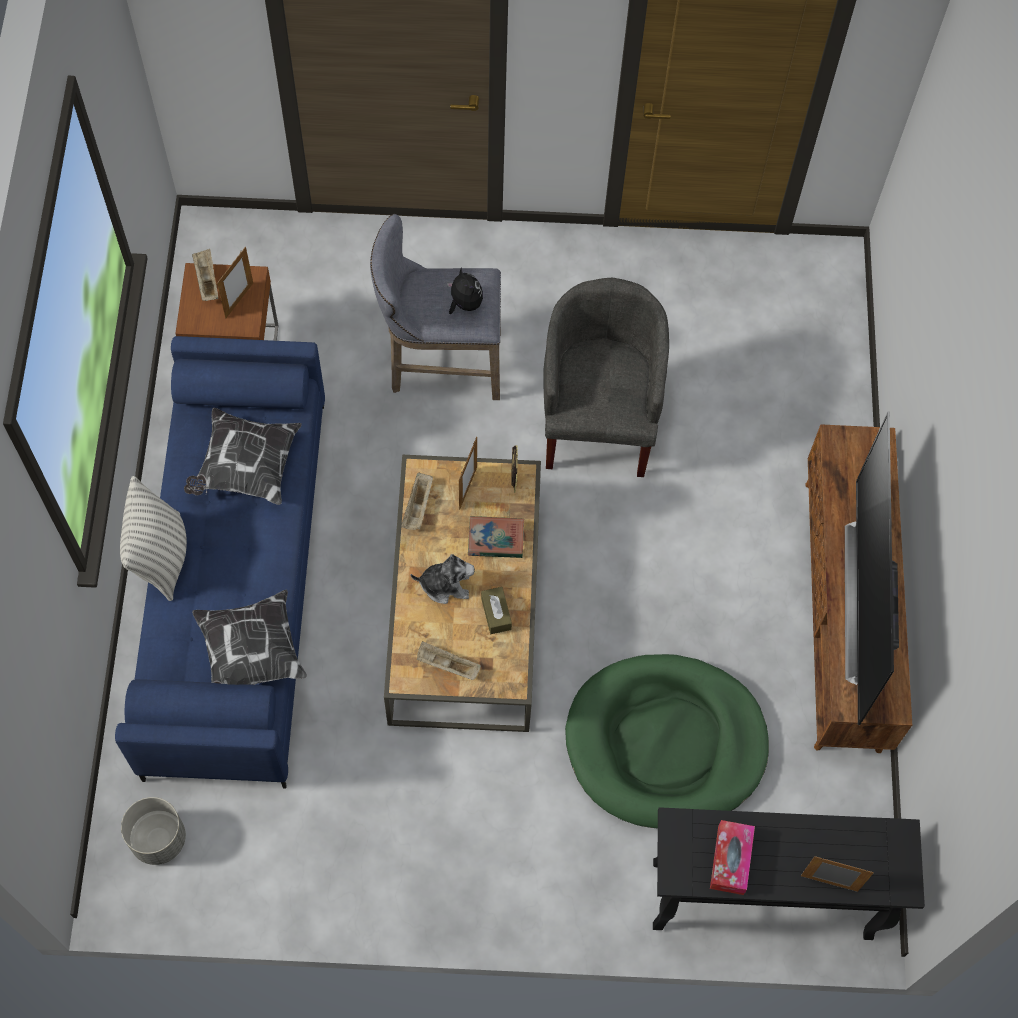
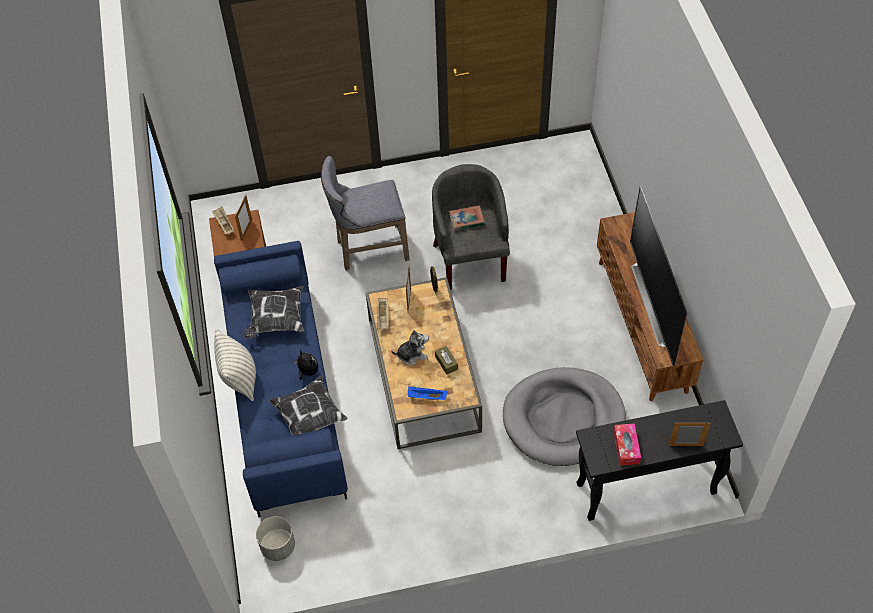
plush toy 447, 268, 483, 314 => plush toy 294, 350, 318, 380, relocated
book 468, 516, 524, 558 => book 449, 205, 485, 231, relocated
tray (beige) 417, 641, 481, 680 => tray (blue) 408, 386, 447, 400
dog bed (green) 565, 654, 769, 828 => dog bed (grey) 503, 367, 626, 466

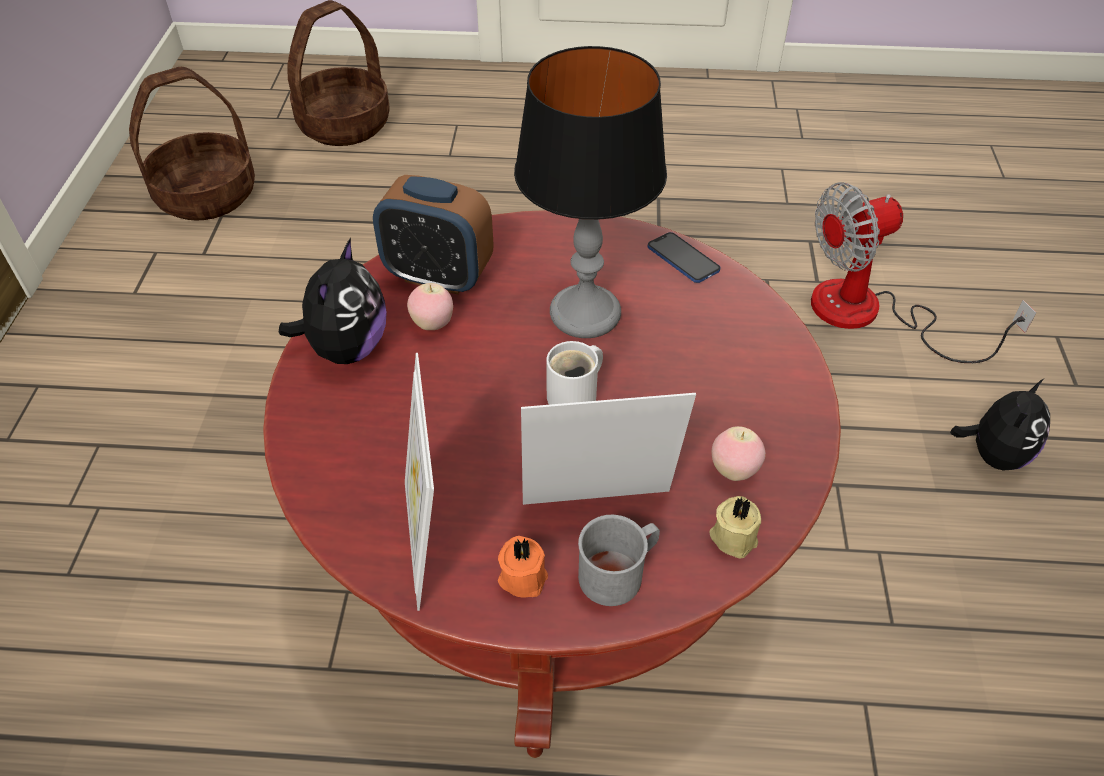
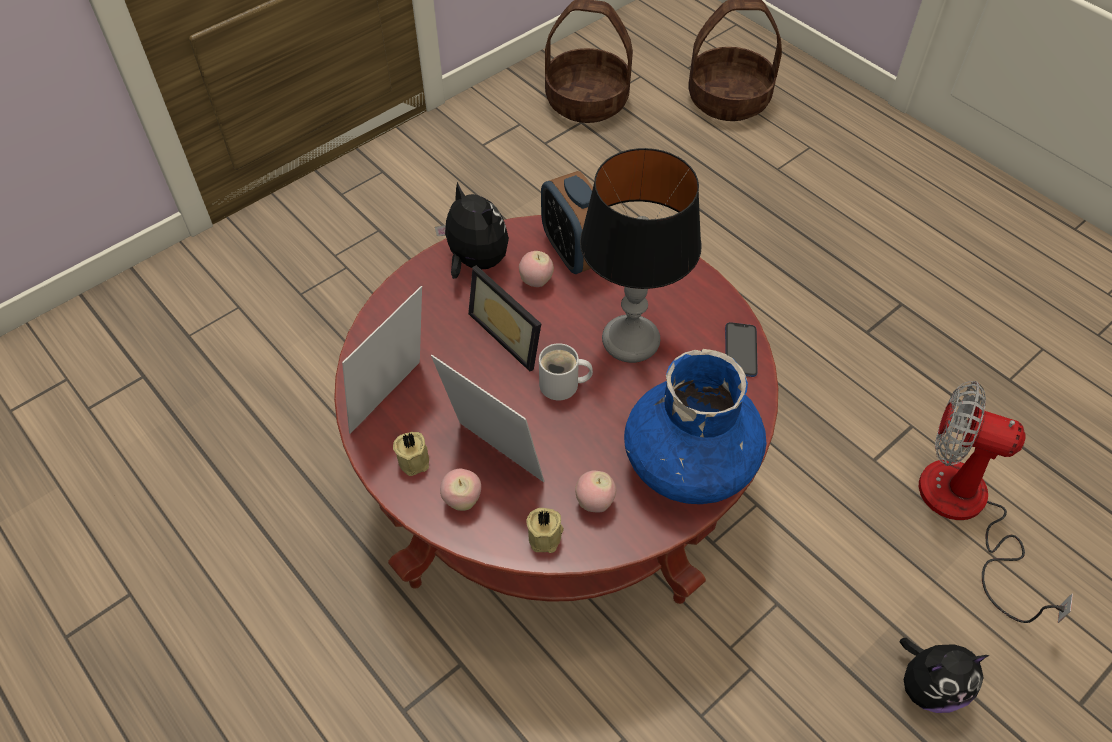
plush toy 279, 238, 387, 364 => plush toy 435, 182, 509, 279, 105 degrees counterclockwise
mug (grey) 578, 515, 660, 606 => apple 440, 469, 481, 511
candle (orange) 498, 536, 548, 598 => candle (beige) 393, 432, 429, 476
nothing => picture frame 468, 265, 541, 372
nothing => vase (blue) 624, 349, 767, 504

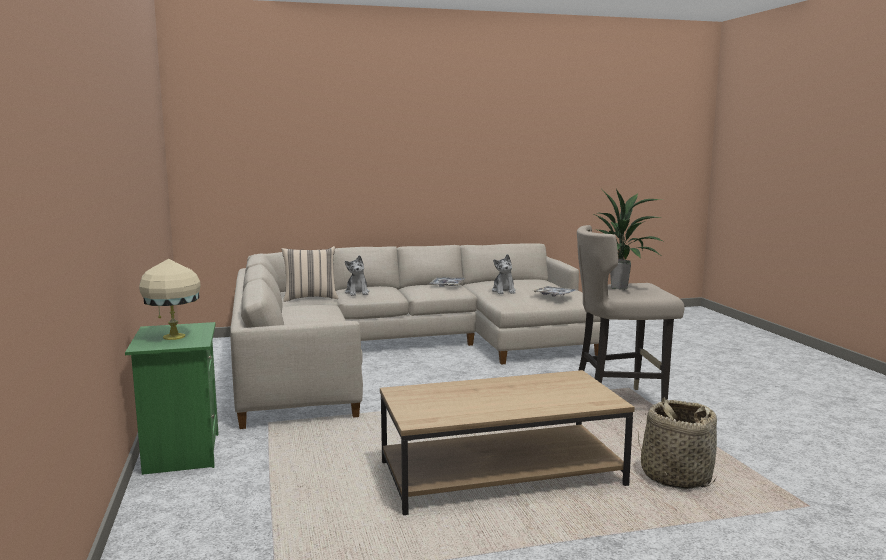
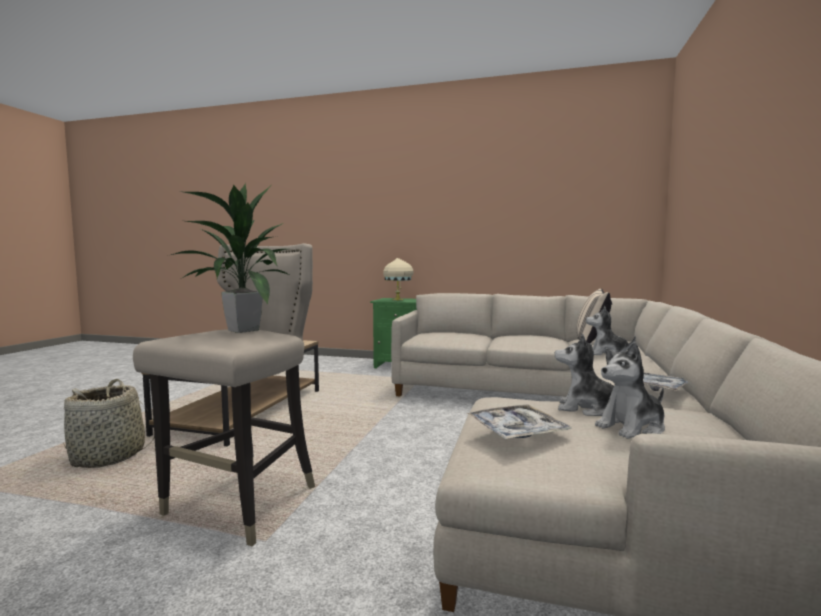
nothing => plush toy 595, 342, 665, 439

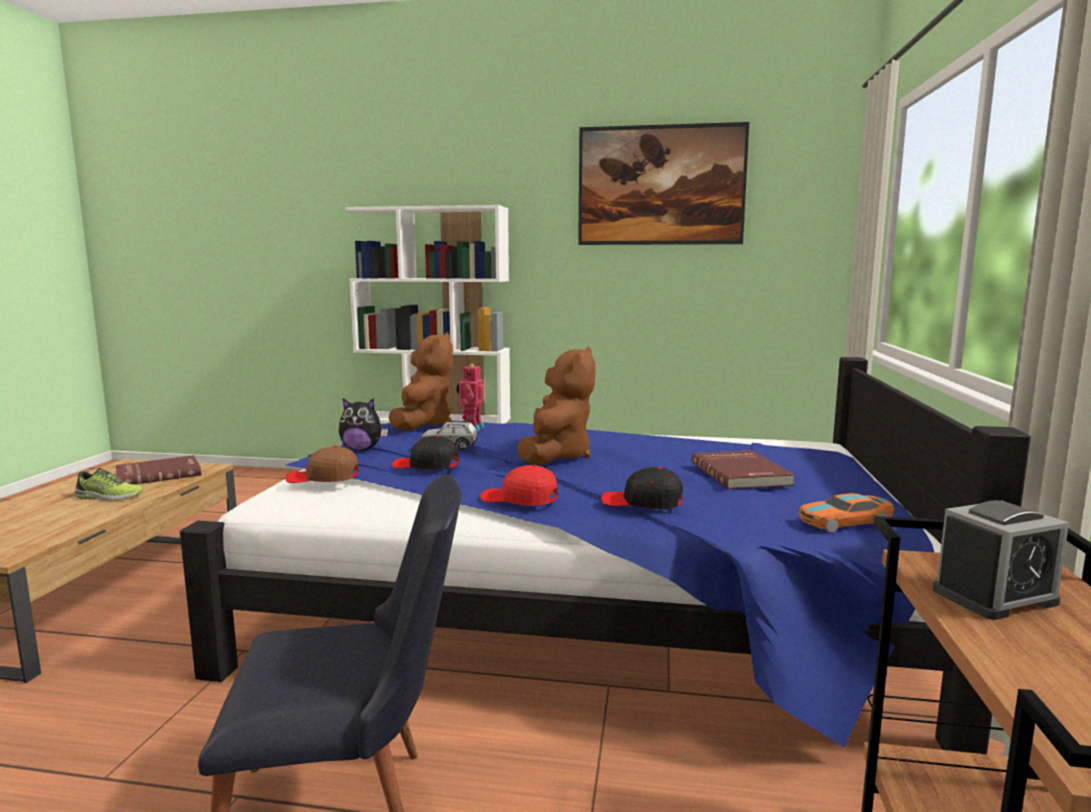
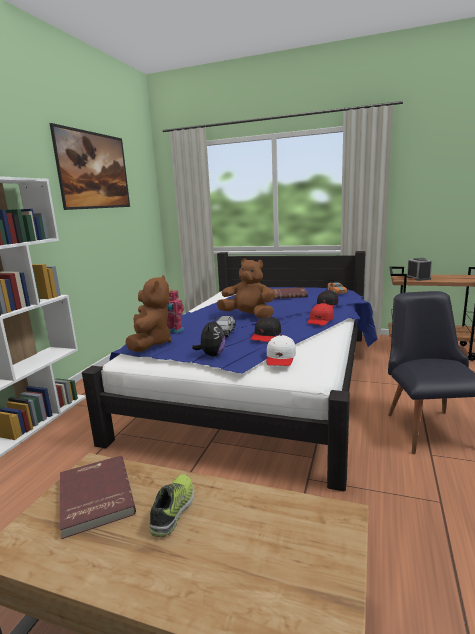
plush toy (brown) 389, 332, 453, 431 => plush toy (brown) 125, 275, 172, 352, 75 degrees clockwise
cap (brown) 286, 446, 359, 483 => cap (white) 267, 335, 296, 366

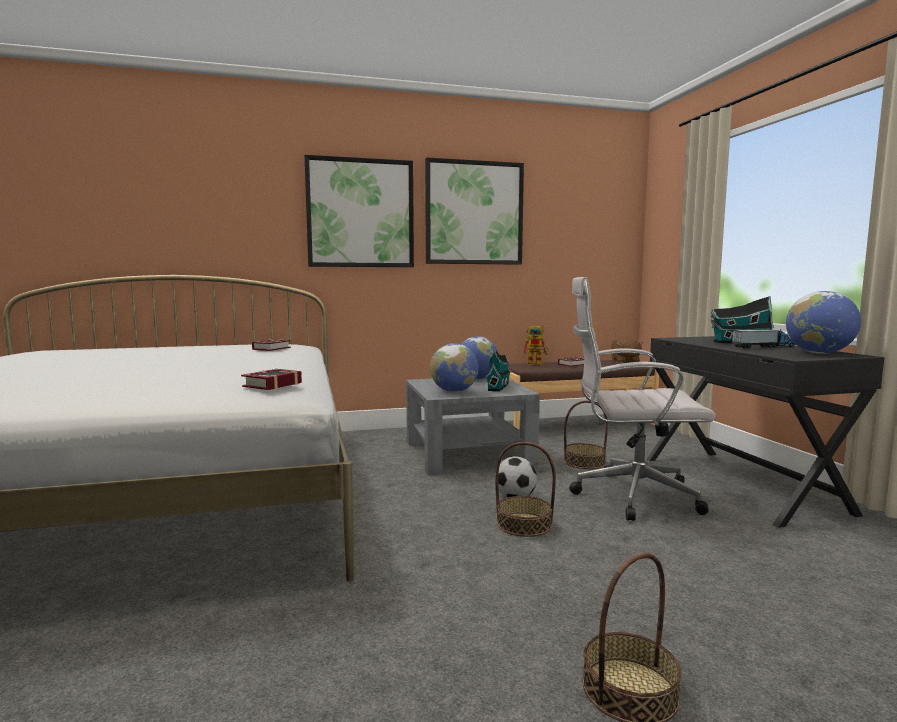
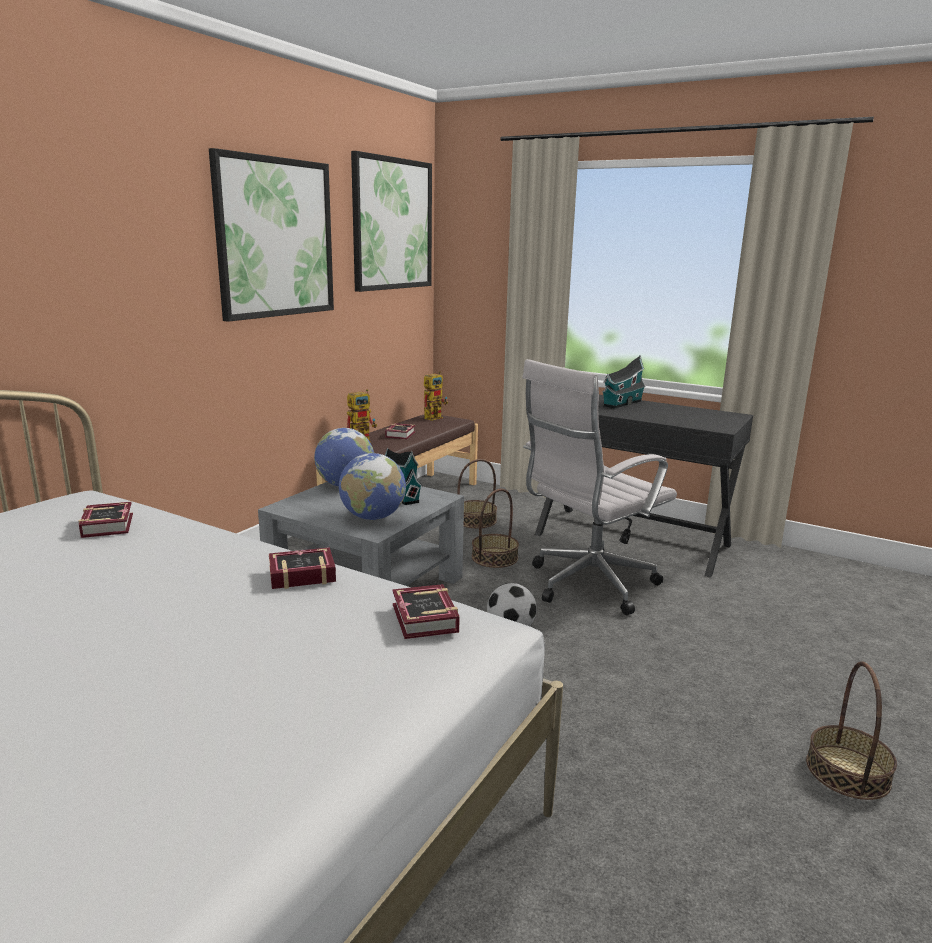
picture 304, 155, 414, 267 => picture 351, 151, 432, 292, relocated
globe 786, 291, 861, 354 => nothing
toy truck 732, 328, 796, 348 => nothing
plush toy (brown) 611, 337, 644, 363 => toy robot 424, 371, 448, 421
basket 495, 442, 556, 537 => basket 457, 459, 497, 528, relocated
nothing => book 269, 547, 336, 589

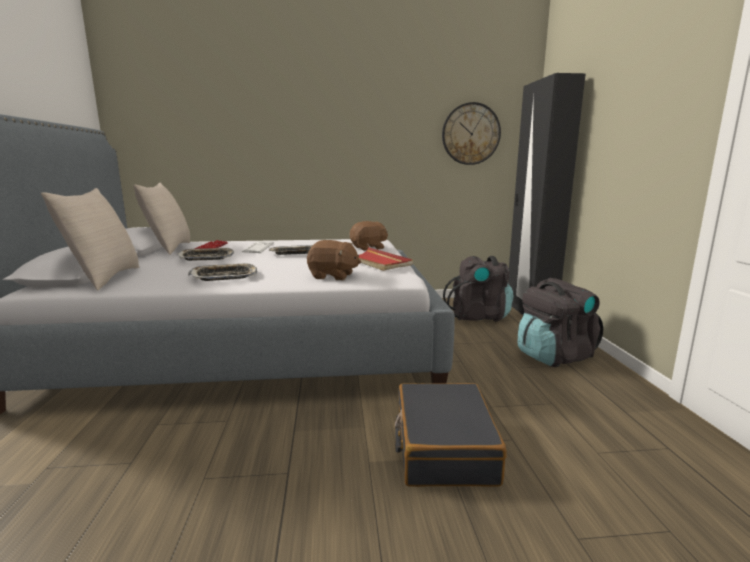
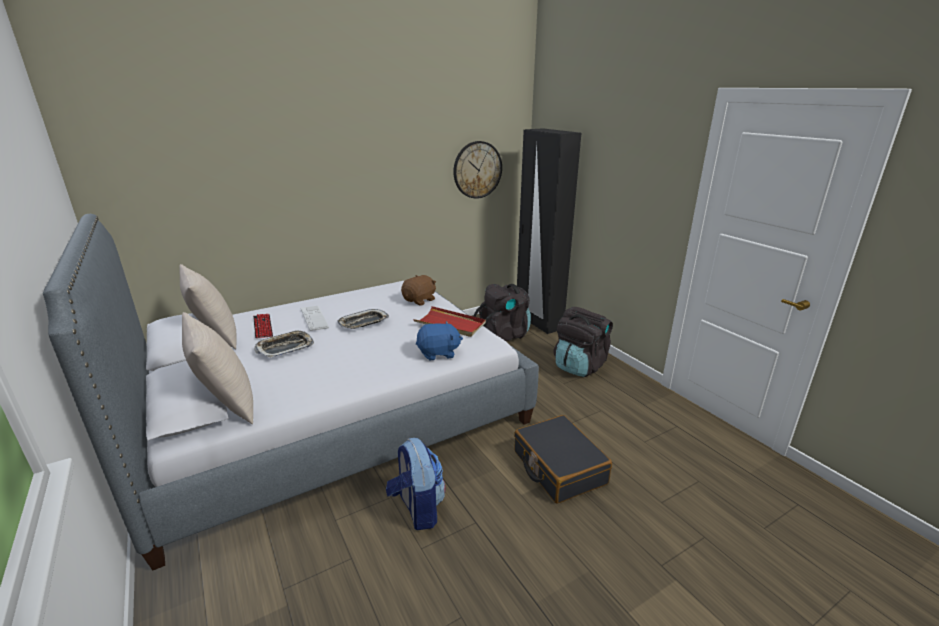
plush toy (brown) 307, 240, 361, 280 => plush toy (blue) 416, 321, 463, 361
tray 188, 263, 257, 281 => nothing
nothing => backpack 386, 438, 445, 530

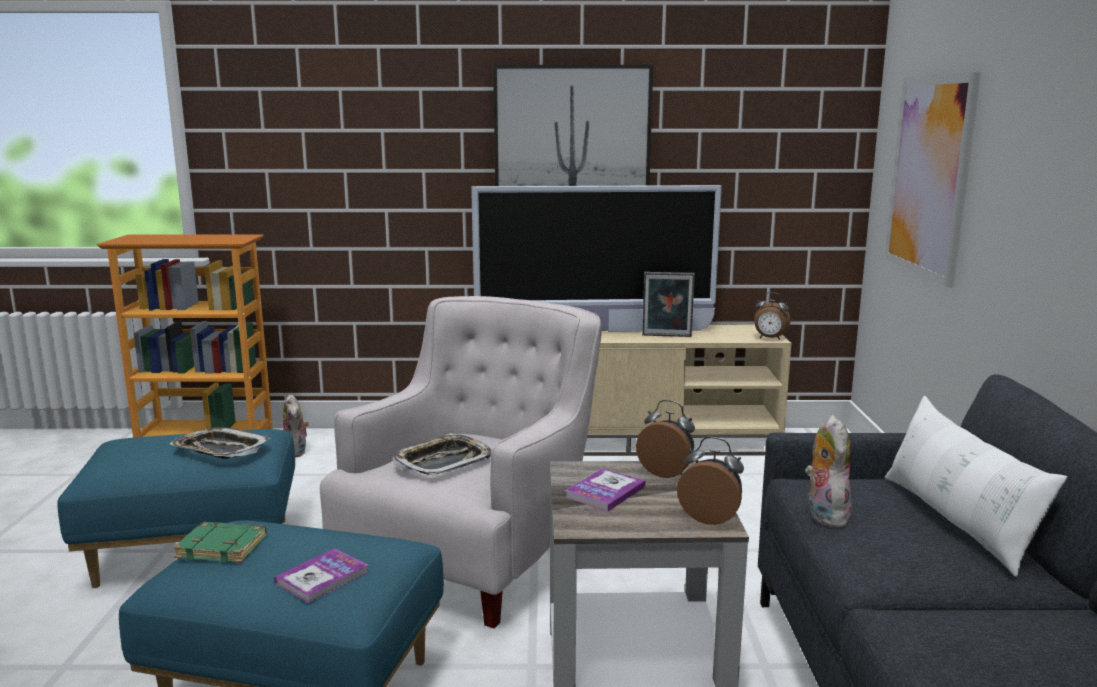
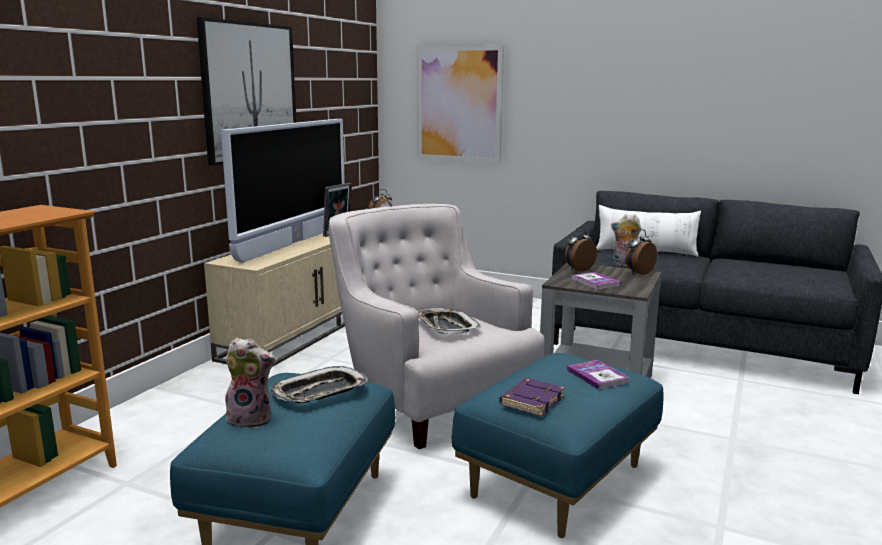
plush toy 283, 394, 309, 457 => plush toy 225, 338, 275, 428, relocated
book (green) 173, 522, 267, 563 => book (purple) 500, 378, 565, 416

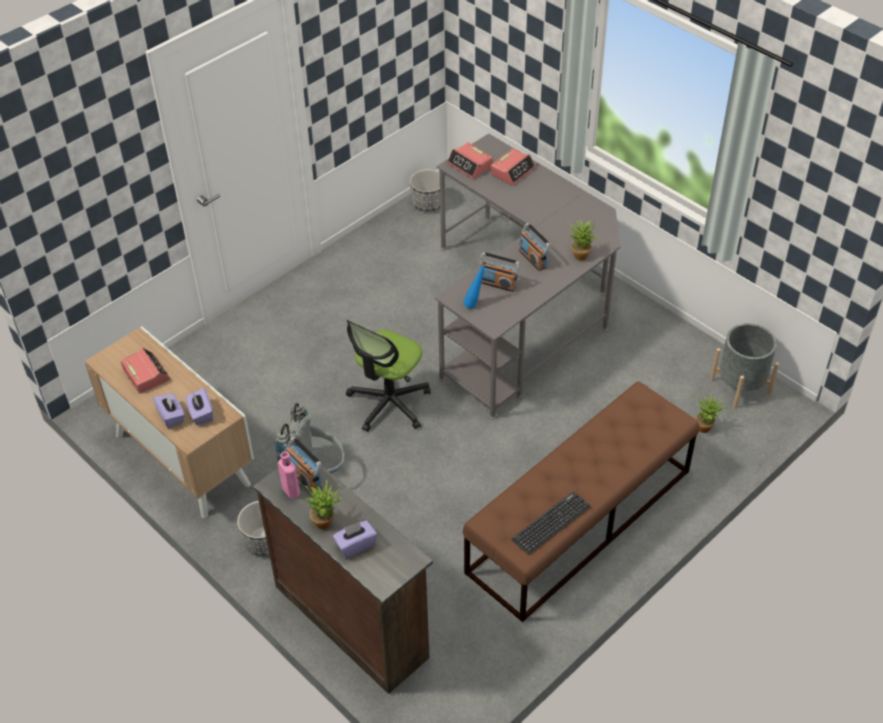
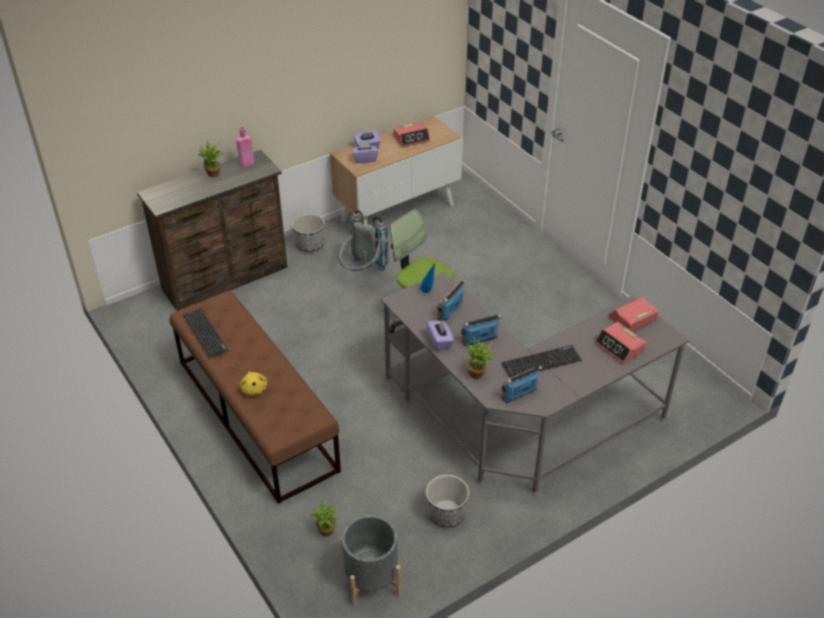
planter 410, 169, 446, 212 => planter 426, 475, 469, 528, relocated
radio 287, 436, 322, 493 => radio 501, 366, 542, 403, relocated
tissue box (purple) 333, 521, 377, 558 => tissue box (purple) 426, 320, 454, 351, relocated
nothing => keyboard 501, 345, 582, 378
nothing => plush toy (yellow) 239, 371, 267, 396

